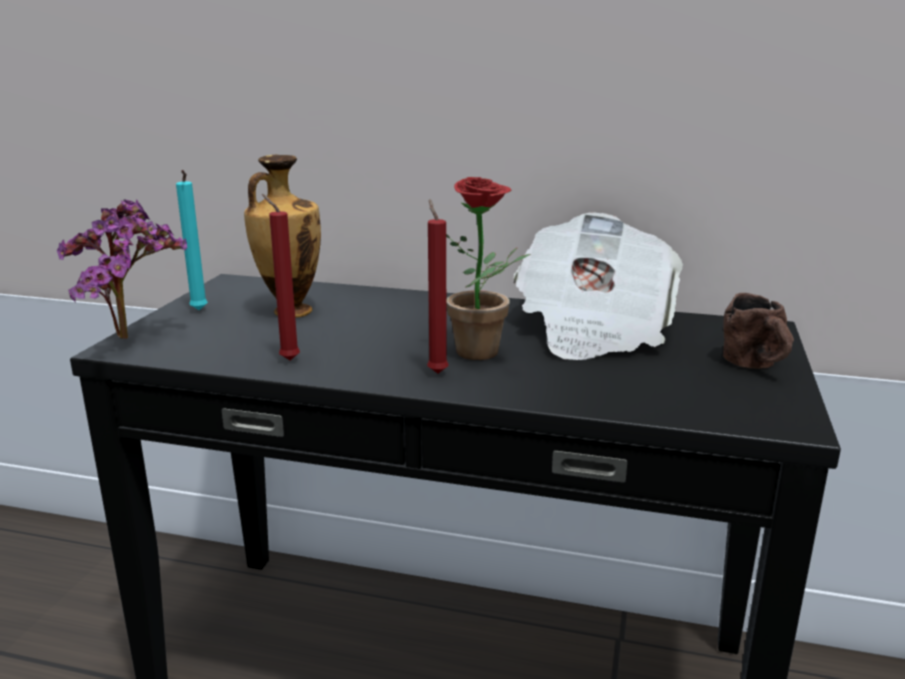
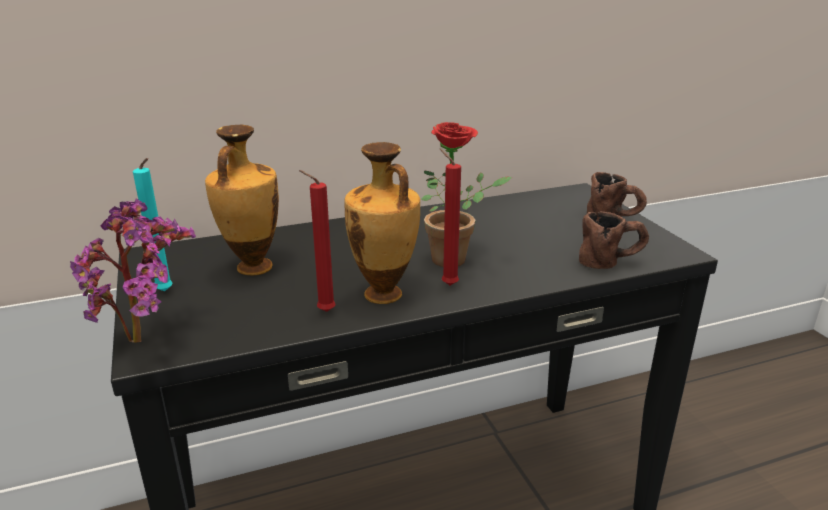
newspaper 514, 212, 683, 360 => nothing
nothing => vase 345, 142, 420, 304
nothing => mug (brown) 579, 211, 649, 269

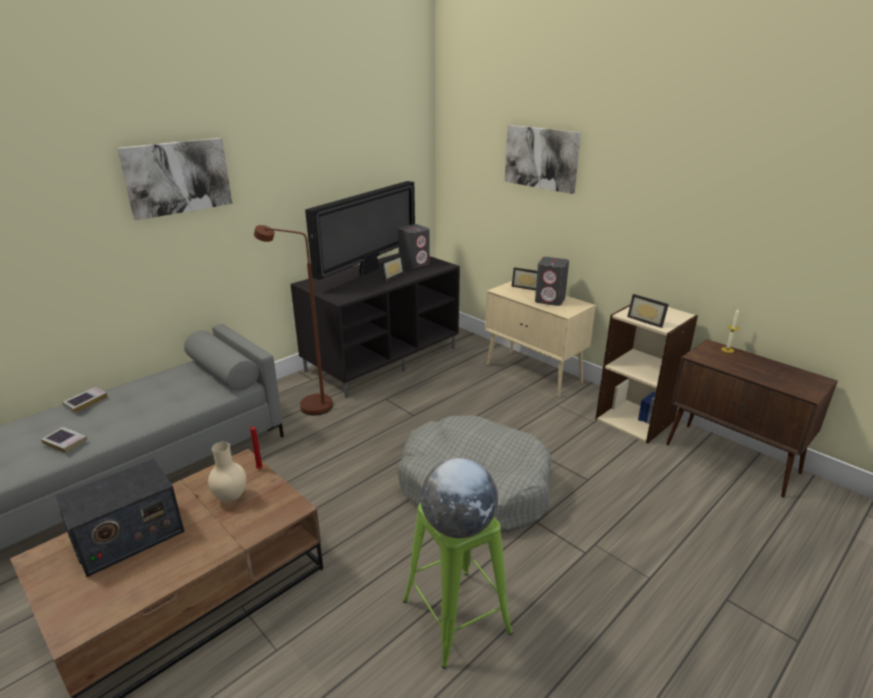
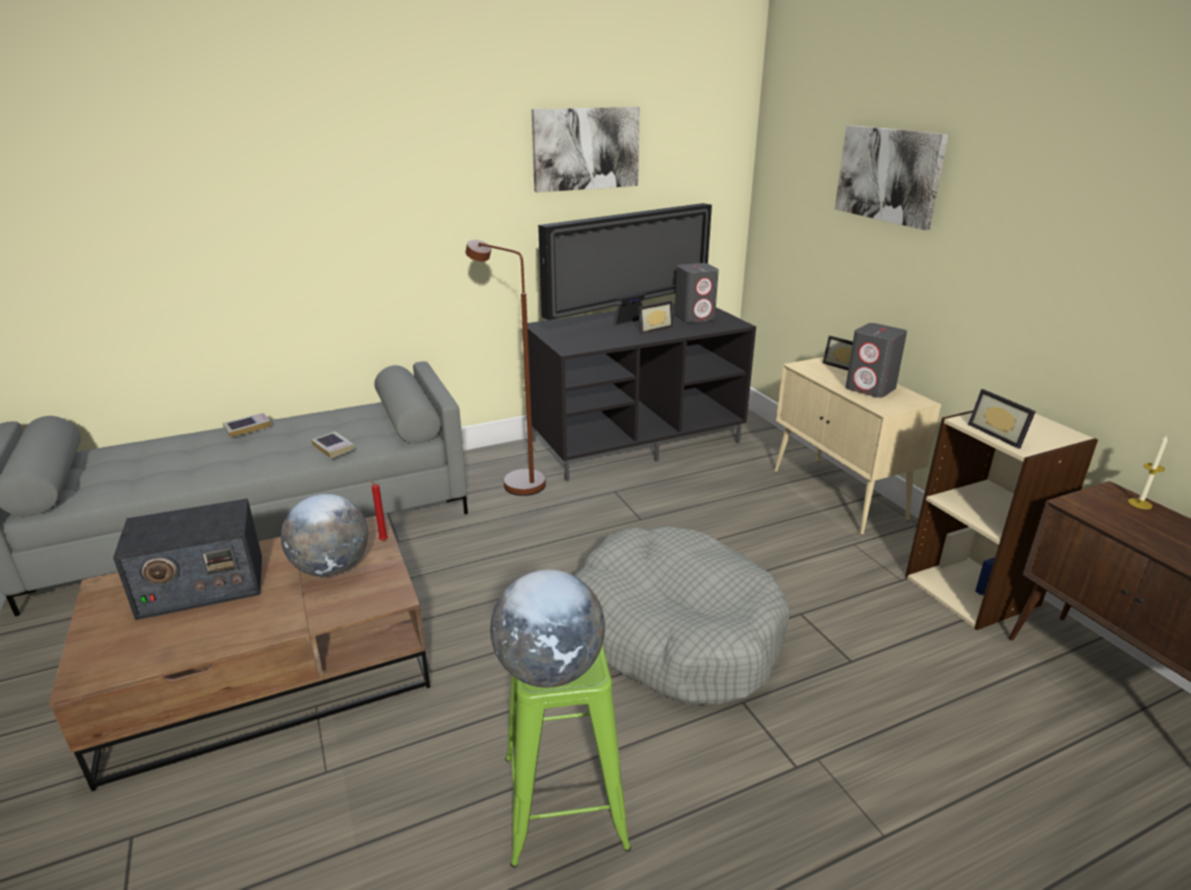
picture 117, 138, 232, 220 => picture 531, 107, 640, 192, relocated
book 41, 427, 88, 453 => book 311, 431, 355, 459, relocated
vase (beige) 208, 442, 246, 502 => globe 281, 494, 368, 577

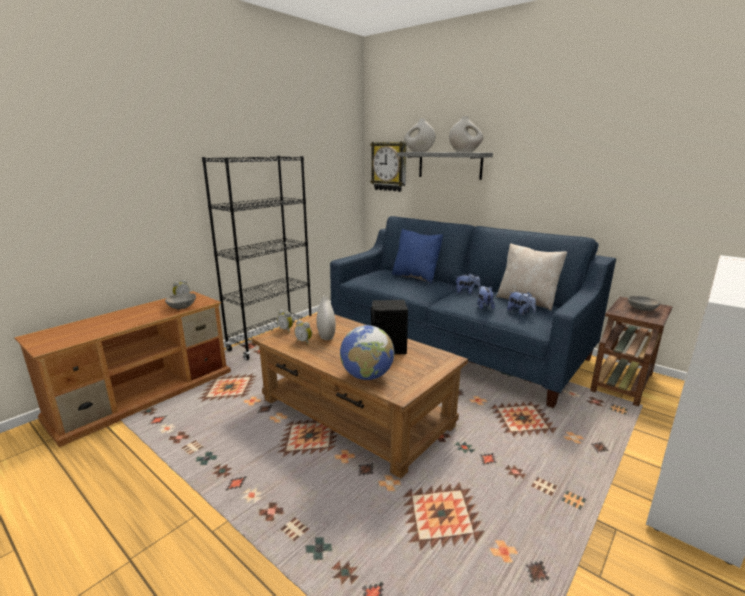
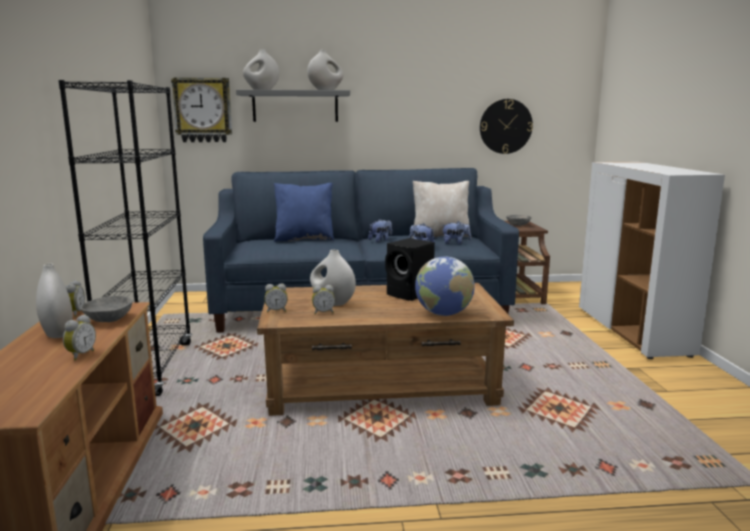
nothing => wall clock 480, 99, 533, 154
nothing => vase (white) 36, 263, 73, 338
nothing => alarm clock 63, 314, 96, 361

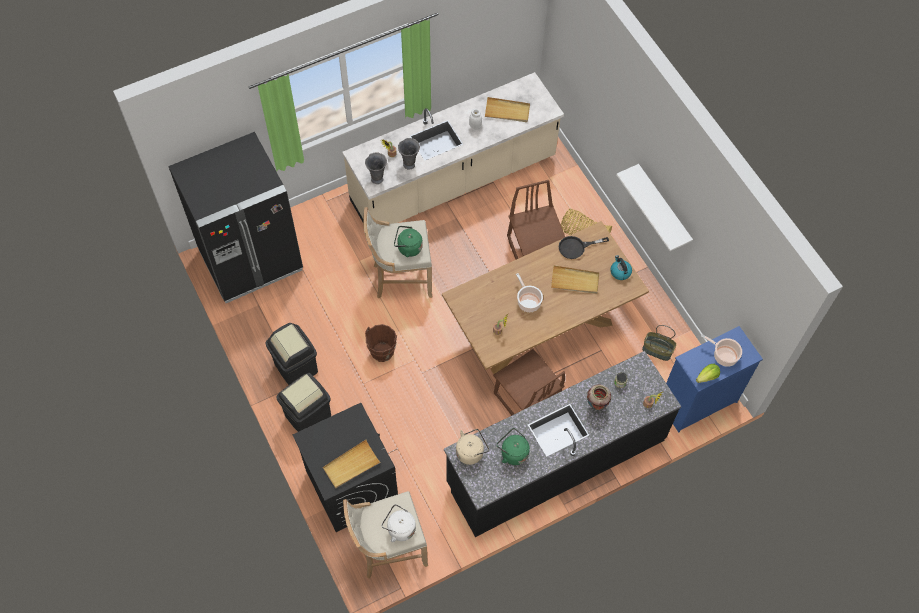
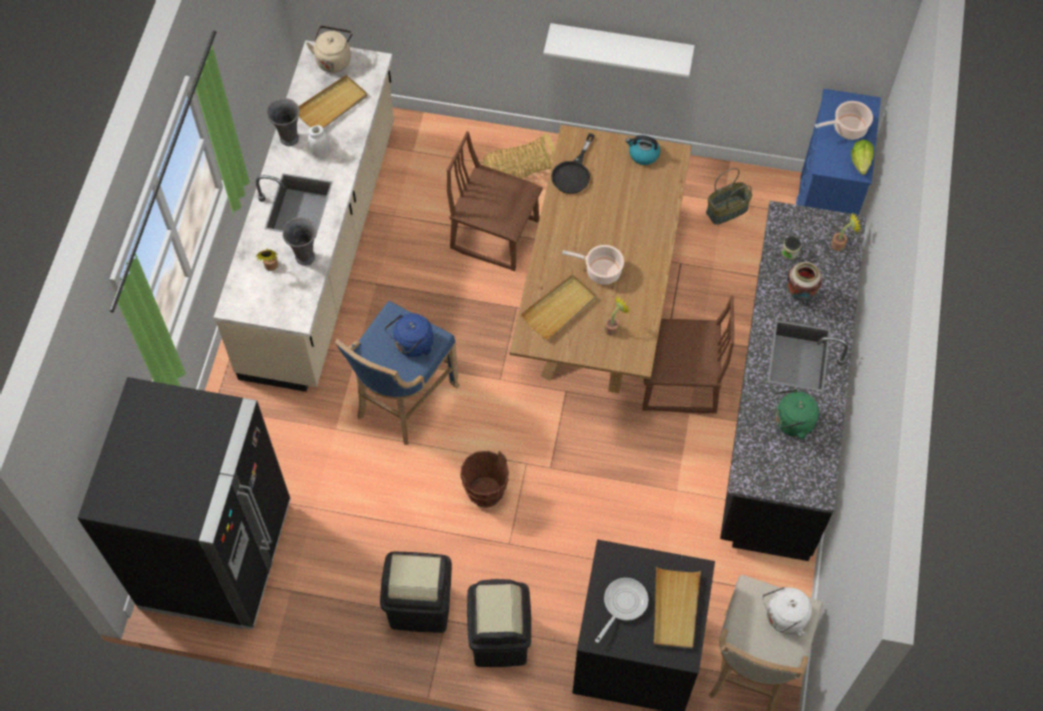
vase (grey) 365, 152, 387, 184 => vase (grey) 267, 98, 300, 146, relocated
stool (beige) 363, 207, 433, 298 => stool (blue) 335, 301, 460, 445
kettle (green) 394, 226, 423, 257 => kettle (blue) 385, 313, 433, 357
tray (beige) 551, 265, 599, 294 => tray (beige) 520, 274, 596, 340, relocated
kettle (beige) 456, 429, 489, 465 => kettle (beige) 306, 26, 352, 73, relocated
nothing => frying pan 595, 578, 648, 643

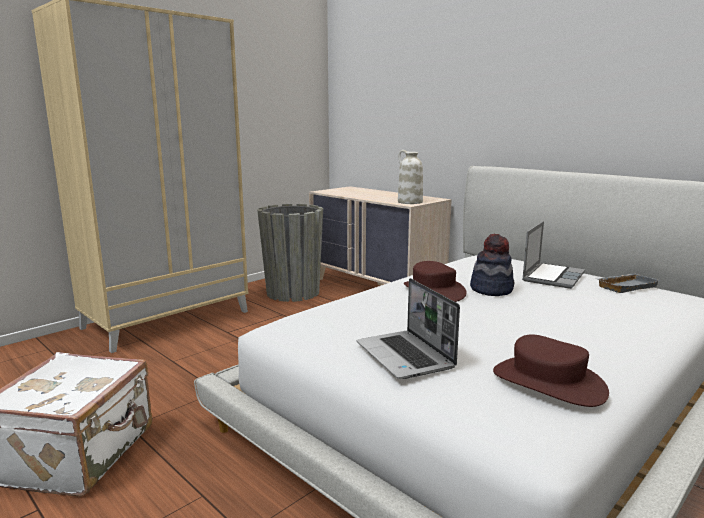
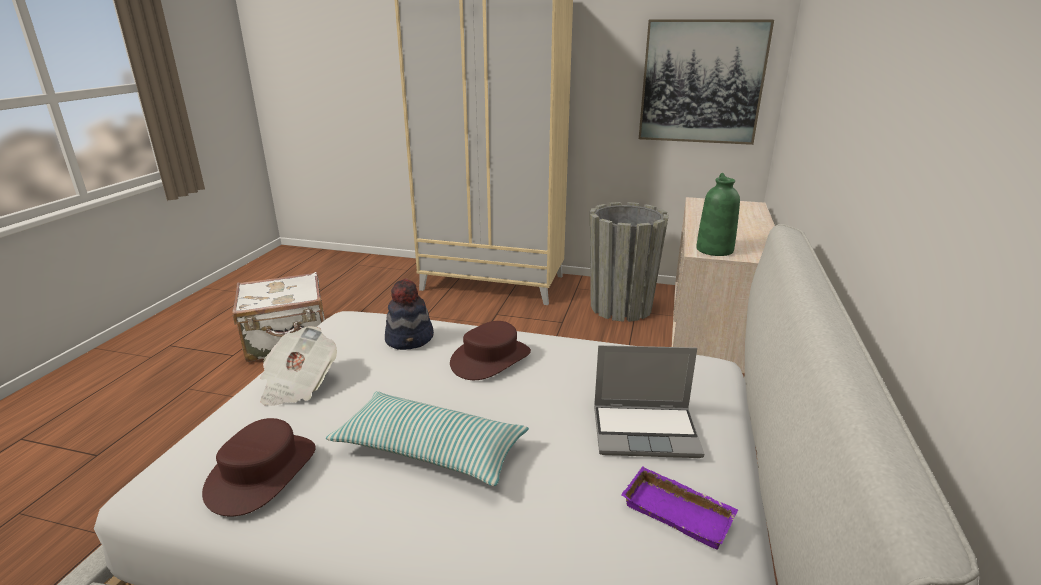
vase (white) 398, 150, 423, 204 => vase (green) 696, 173, 740, 256
hat 470, 234, 514, 296 => hat 385, 278, 434, 350, relocated
tray (grey) 597, 273, 660, 293 => tray (purple) 621, 466, 738, 550
laptop 357, 278, 460, 379 => newspaper 260, 326, 337, 406
nothing => picture 639, 20, 774, 145
nothing => pillow 326, 391, 529, 486

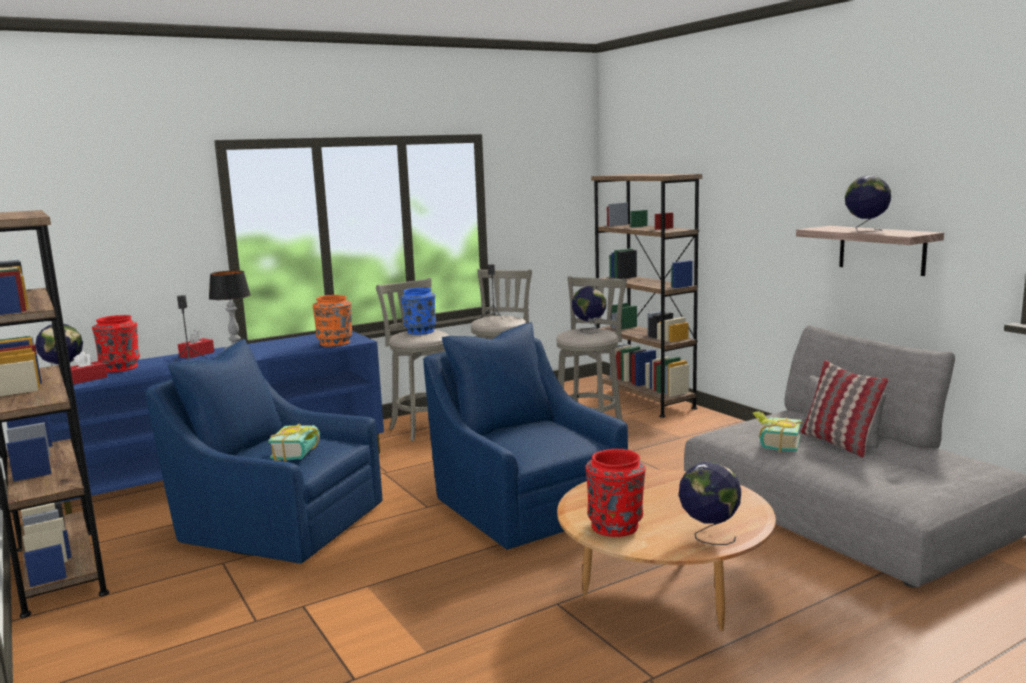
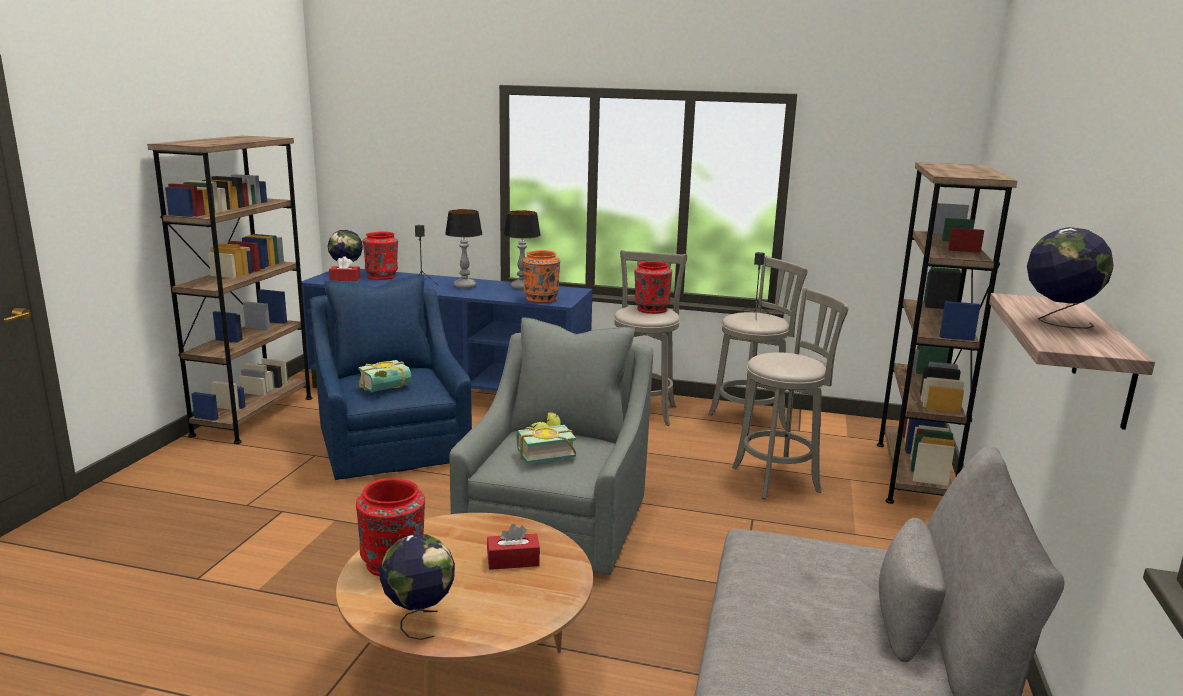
globe 572, 286, 606, 333 => nothing
vase (blue) 401, 288, 436, 335 => vase (red) 634, 261, 672, 314
armchair (blue) 423, 322, 628, 550 => armchair (grey) 449, 317, 654, 575
tissue box (red) 178, 330, 214, 359 => tissue box (red) 487, 524, 540, 570, relocated
pillow 800, 360, 889, 458 => nothing
book 753, 411, 802, 453 => book 516, 413, 576, 464, relocated
nothing => table lamp 504, 210, 541, 290

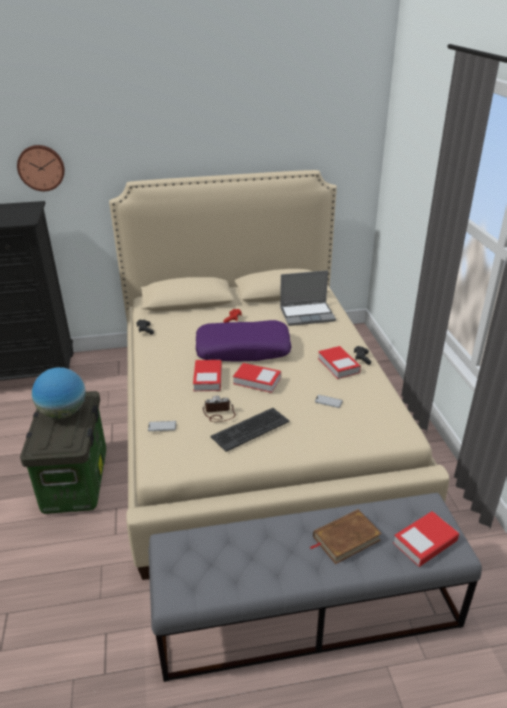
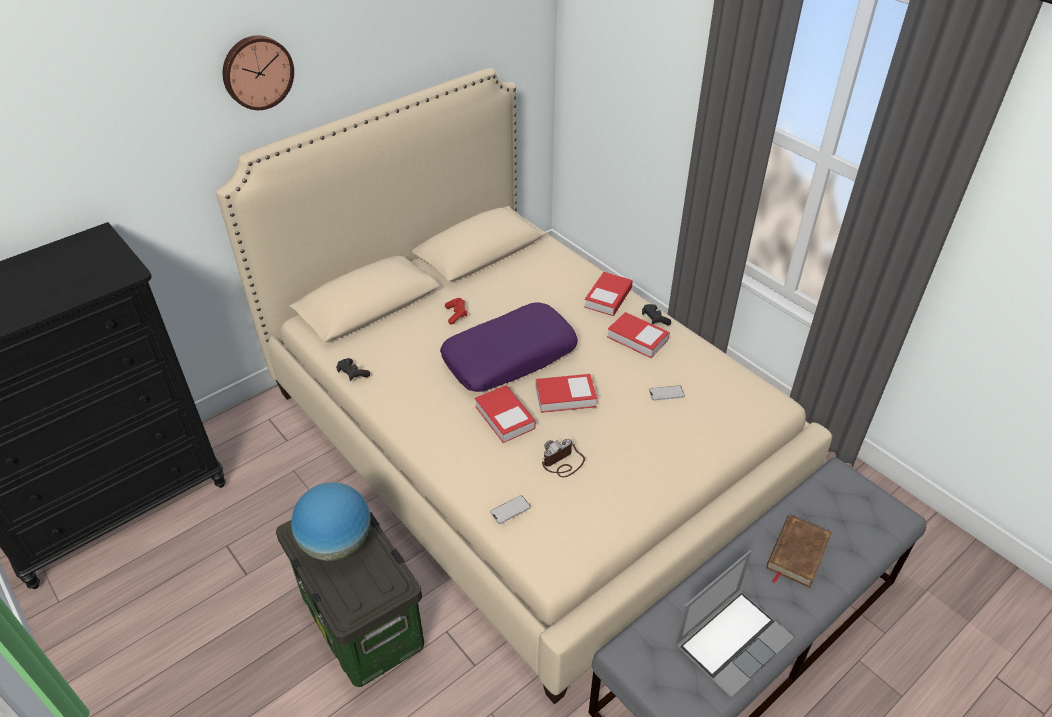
wall clock 17, 145, 65, 191 => wall clock 223, 35, 294, 110, relocated
laptop 280, 270, 336, 326 => laptop 674, 550, 794, 699, relocated
keyboard 211, 408, 290, 452 => nothing
book 393, 511, 459, 567 => book 584, 272, 633, 316, relocated

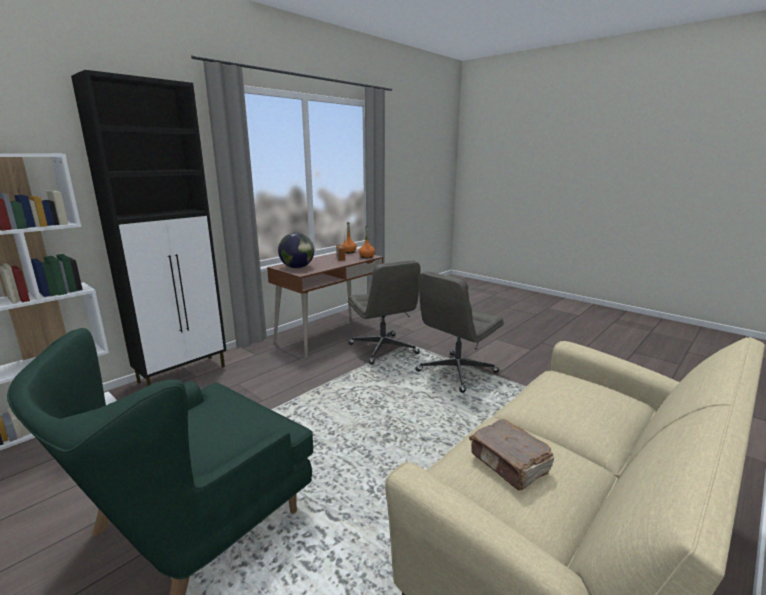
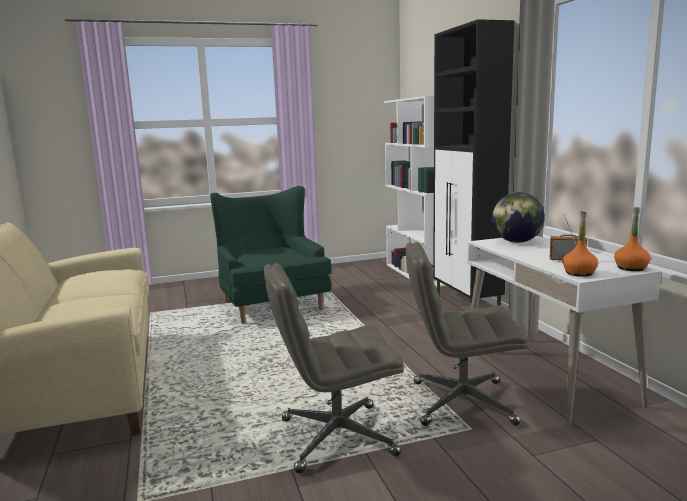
desk (brown) 267, 251, 383, 358 => desk (white) 467, 236, 661, 426
office chair (grey) 416, 271, 504, 393 => office chair (grey) 264, 263, 404, 473, 90 degrees counterclockwise
book (brown) 469, 419, 554, 490 => nothing

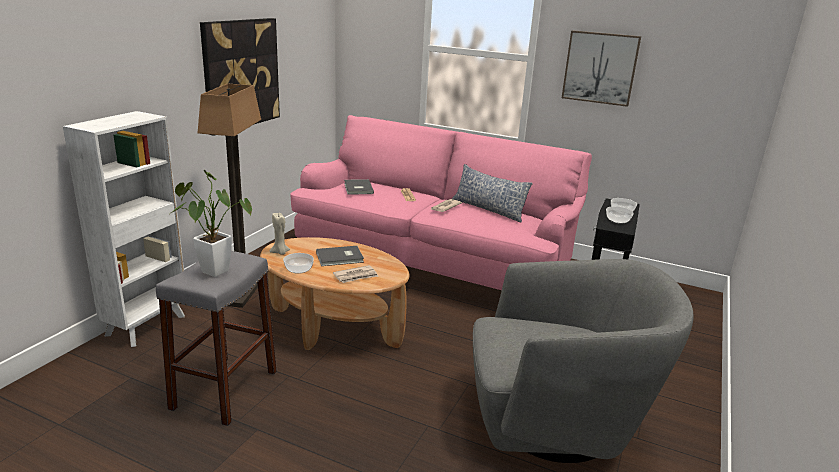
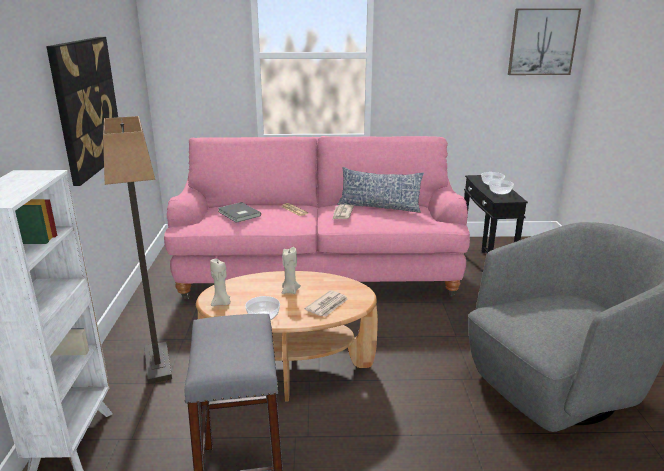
picture 562, 30, 641, 107 => picture 508, 8, 581, 75, relocated
potted plant 170, 170, 252, 277 => nothing
book (grey) 316, 246, 364, 266 => candle (beige) 282, 247, 301, 294

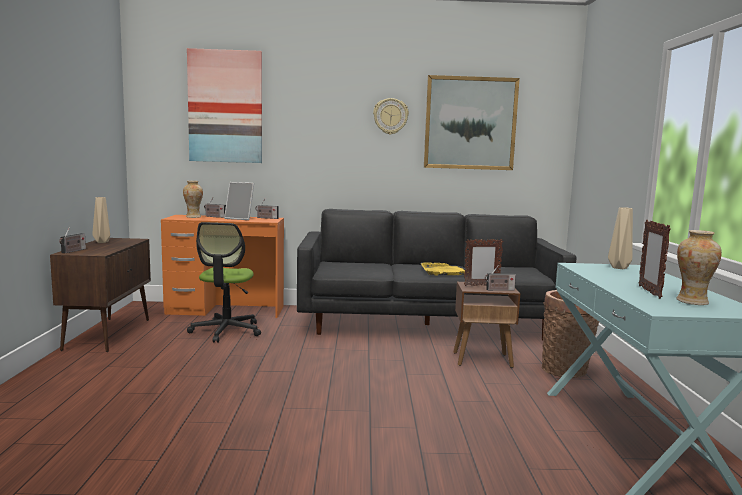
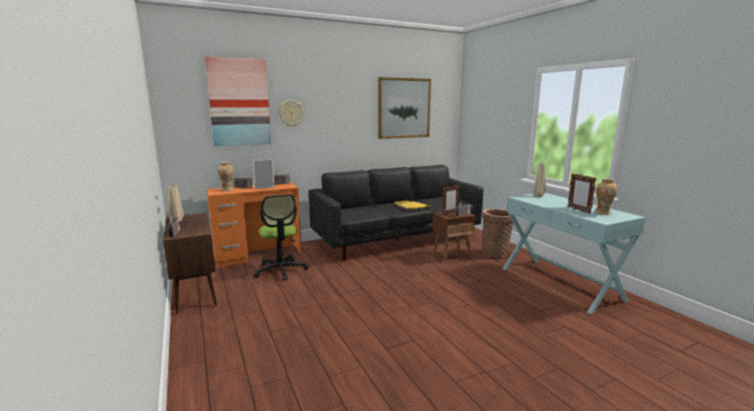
wall clock 373, 98, 409, 135 => wall clock 278, 100, 304, 127, relocated

